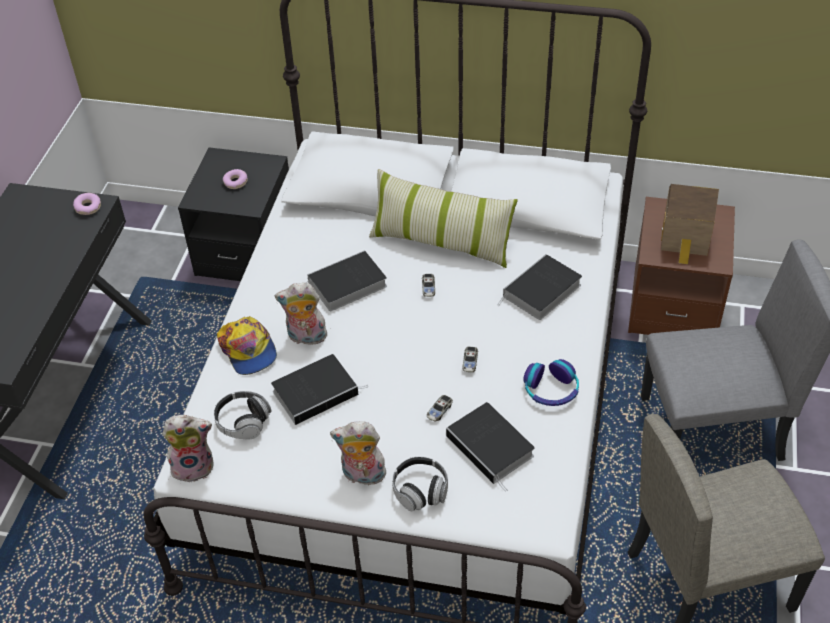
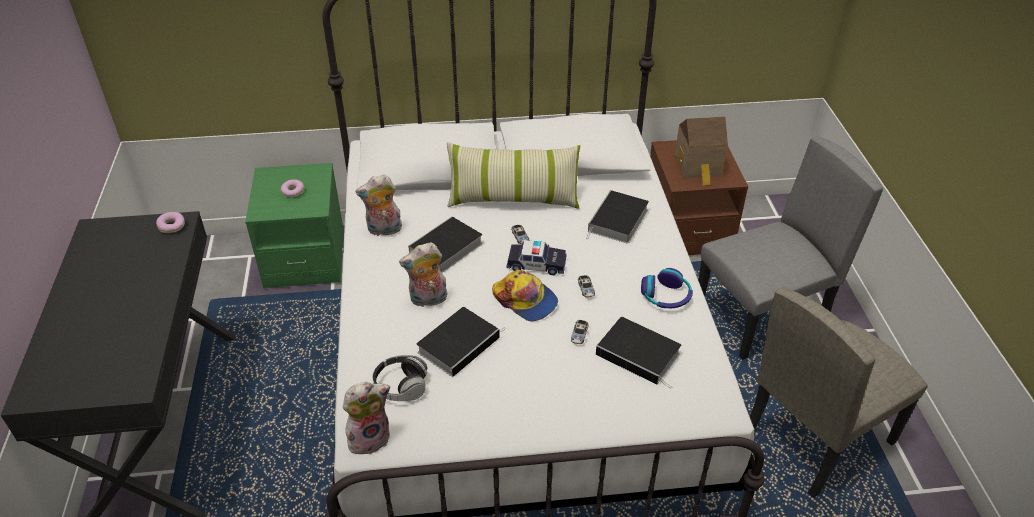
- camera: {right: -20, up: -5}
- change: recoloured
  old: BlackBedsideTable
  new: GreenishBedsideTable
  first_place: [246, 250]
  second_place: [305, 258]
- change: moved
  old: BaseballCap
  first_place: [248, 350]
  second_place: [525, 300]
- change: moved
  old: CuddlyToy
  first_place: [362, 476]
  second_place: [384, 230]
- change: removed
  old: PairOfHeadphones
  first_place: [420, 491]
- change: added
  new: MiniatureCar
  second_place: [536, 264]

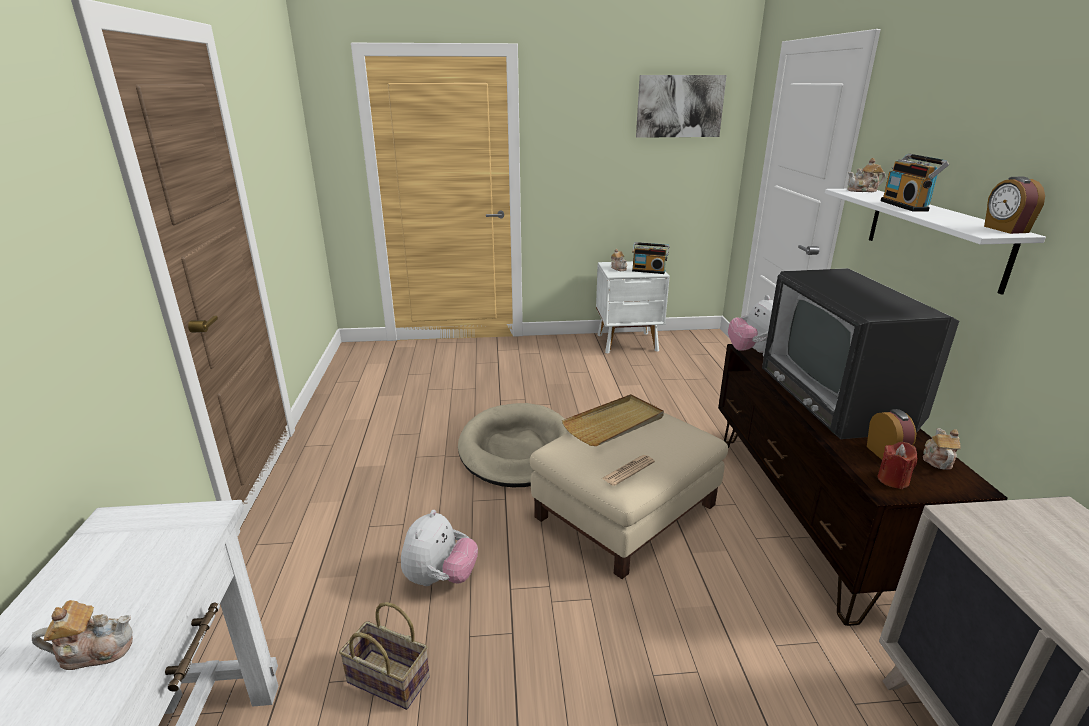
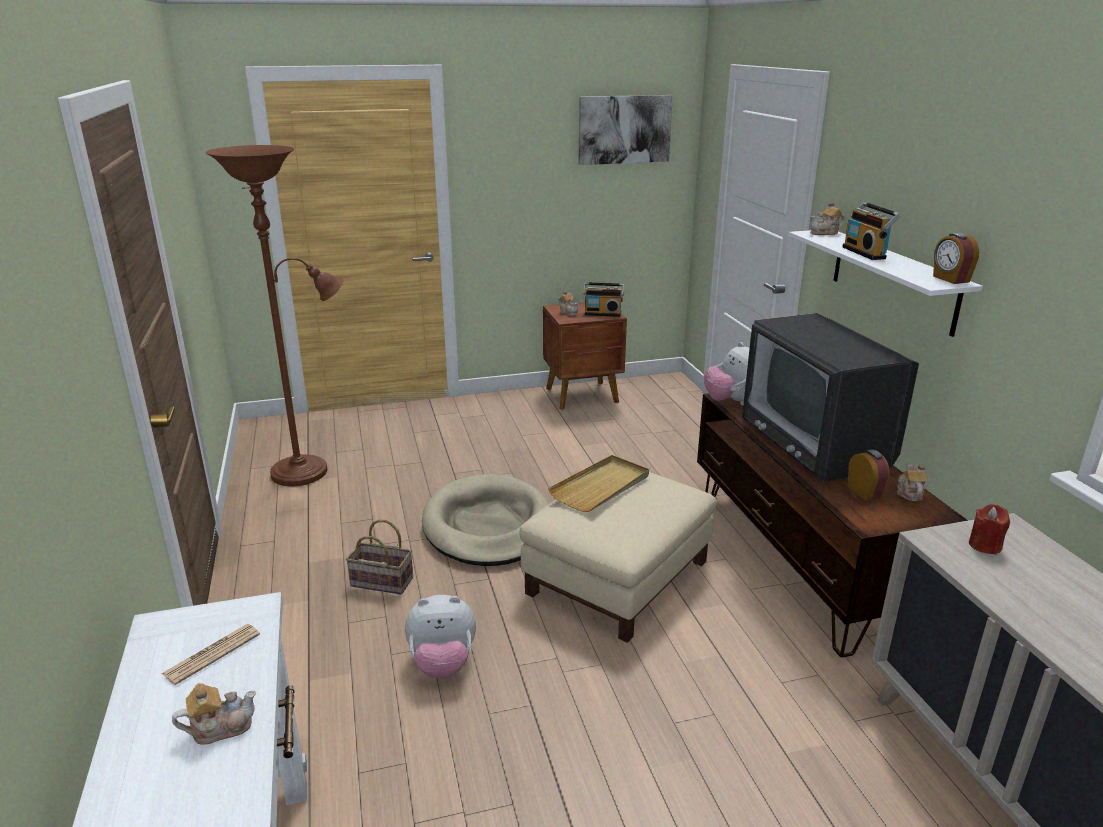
- camera: {right: -10, up: 0}
- change: recoloured
  old: WhiteBedsideTable
  new: BrownColouredBedsideTable
  first_place: [628, 343]
  second_place: [583, 396]
- change: moved
  old: RedColouredCandle
  first_place: [893, 480]
  second_place: [985, 545]
- change: moved
  old: PrintedPaper
  first_place: [628, 470]
  second_place: [212, 654]
- change: turned
  old: CuddlyToy
  first_place: [440, 578]
  second_place: [442, 664]
  degrees: 75
- change: moved
  old: HouseholdBasket
  first_place: [385, 680]
  second_place: [380, 582]
- change: added
  new: BrownColouredFloorLamp
  second_place: [307, 471]

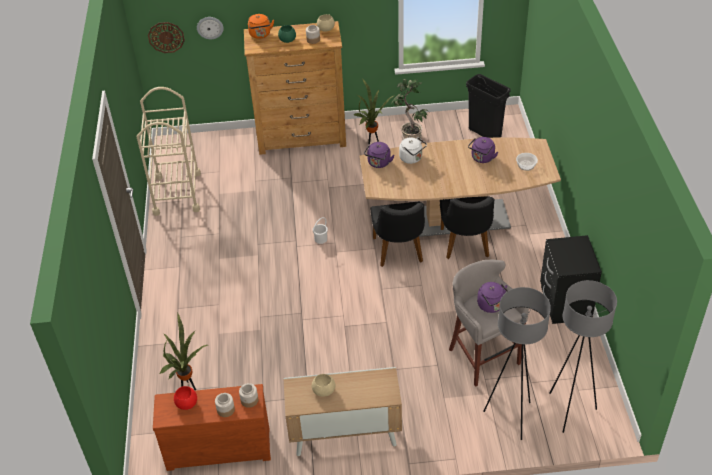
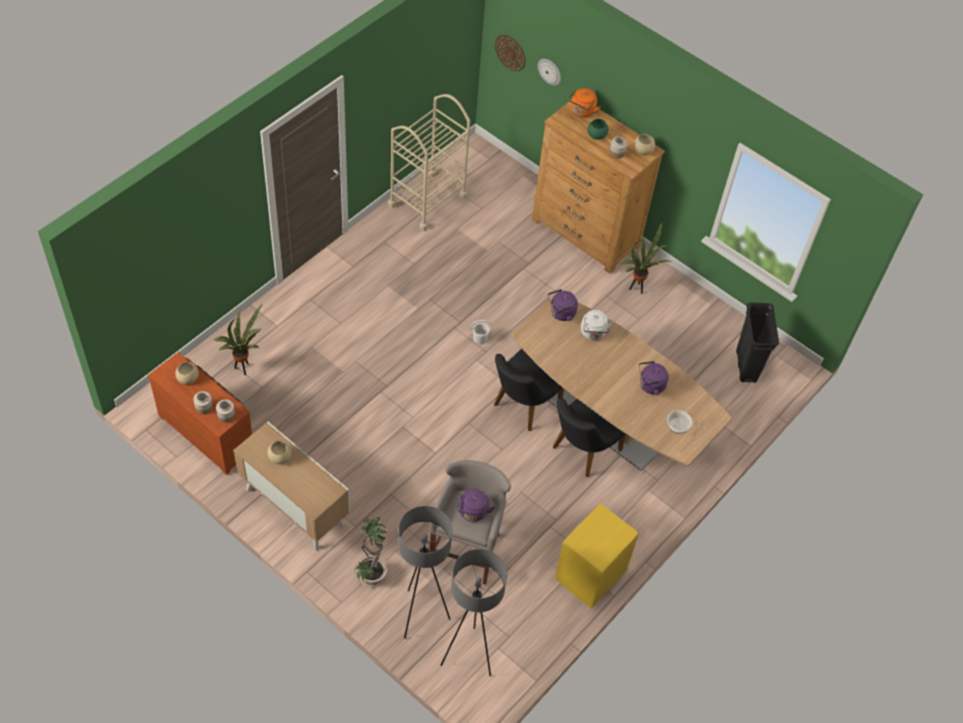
- camera: {right: 40, up: 10}
- change: moved
  old: Houseplant
  first_place: [410, 137]
  second_place: [371, 574]
- change: recoloured
  old: BlackBedsideTable
  new: YellowBedsideTable
  first_place: [564, 303]
  second_place: [590, 574]
- change: recoloured
  old: RedColouredDeepDish
  new: SandColouredDeepDish
  first_place: [186, 403]
  second_place: [187, 378]

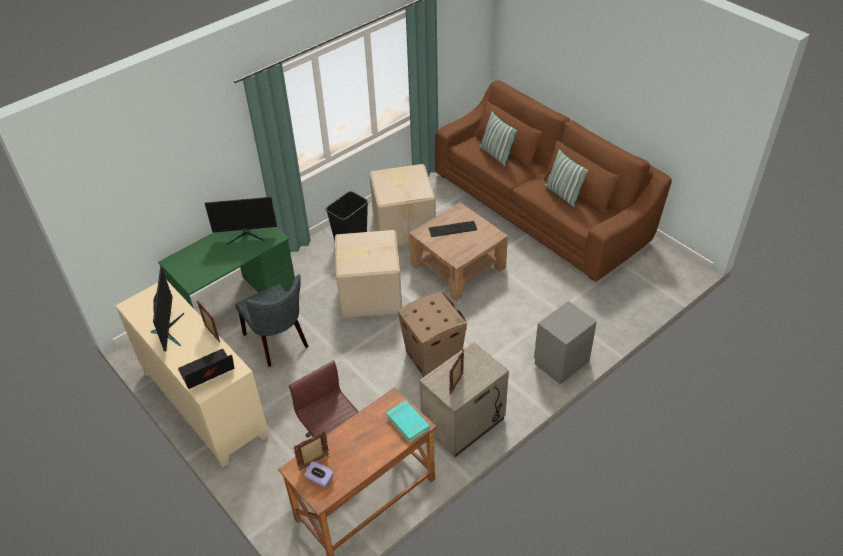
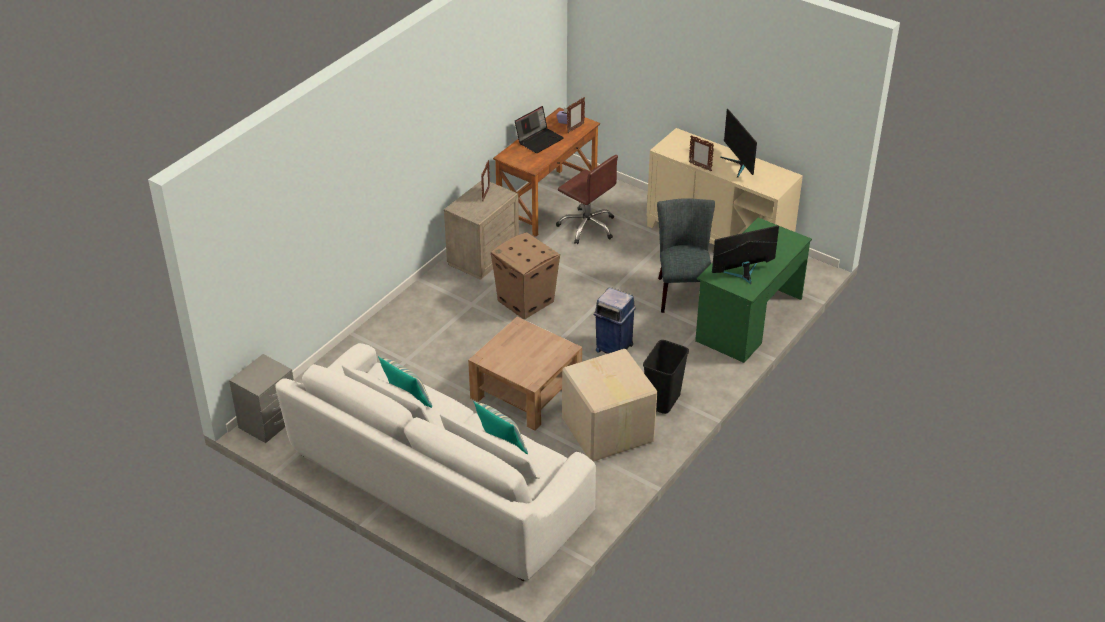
- camera: {right: 165, up: -5}
- change: recoloured
  old: BrownColouredSofa
  new: WhiteSofa
  first_place: [541, 206]
  second_place: [437, 486]
- change: removed
  old: ComputerKeyboard
  first_place: [453, 229]
- change: replaced
  old: CardboardBox
  new: BluishTrashCan
  first_place: [369, 294]
  second_place: [613, 347]
- change: turned
  old: GreyPlainChair
  first_place: [278, 342]
  second_place: [682, 291]
  degrees: 45
- change: moved
  old: GreyBedsideTable
  first_place: [561, 362]
  second_place: [268, 422]
- change: moved
  old: Laptop
  first_place: [207, 373]
  second_place: [539, 139]
- change: removed
  old: BlueGreenBook
  first_place: [408, 423]

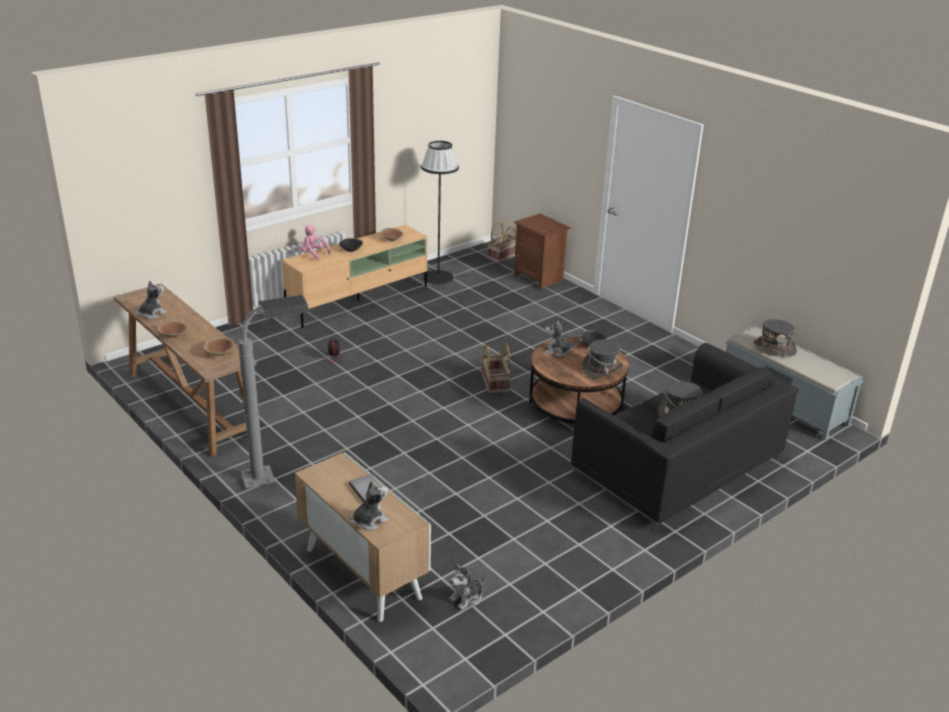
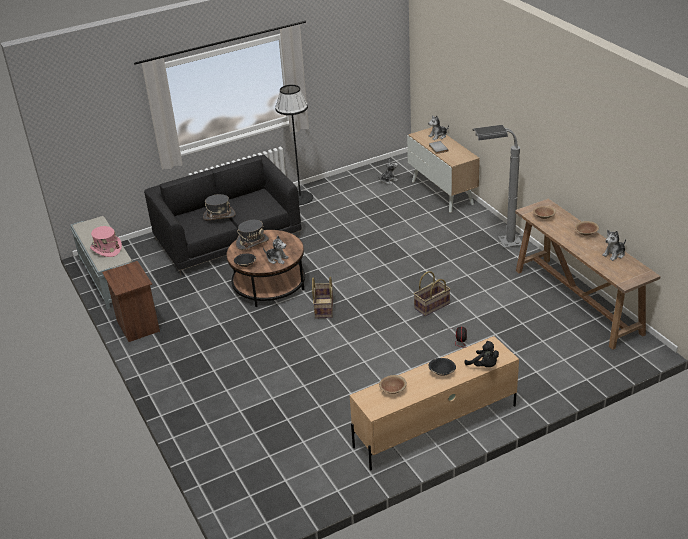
- camera: {right: -165, up: 5}
- change: moved
  old: BlackFloorLamp
  first_place: [438, 277]
  second_place: [300, 198]
- change: moved
  old: BrownColouredBedsideTable
  first_place: [539, 278]
  second_place: [137, 326]
- change: moved
  old: HouseholdBasket
  first_place: [502, 256]
  second_place: [432, 306]
- change: recoloured
  old: PinkishCuddlyToy
  new: BlackCuddlyToy
  first_place: [313, 254]
  second_place: [484, 365]
- change: recoloured
  old: GreyClothingHat
  new: PinkishClothingHat
  first_place: [774, 348]
  second_place: [106, 249]

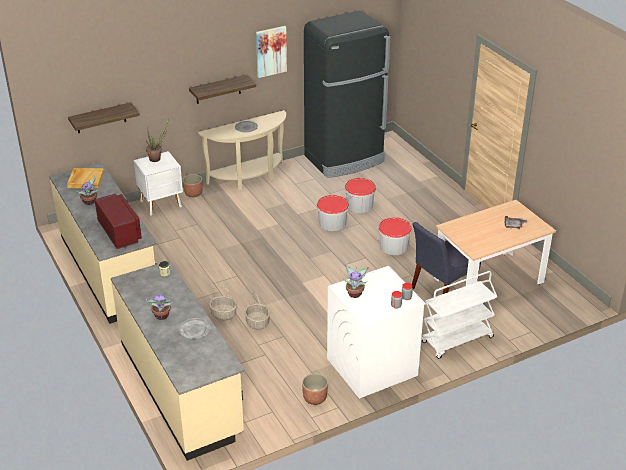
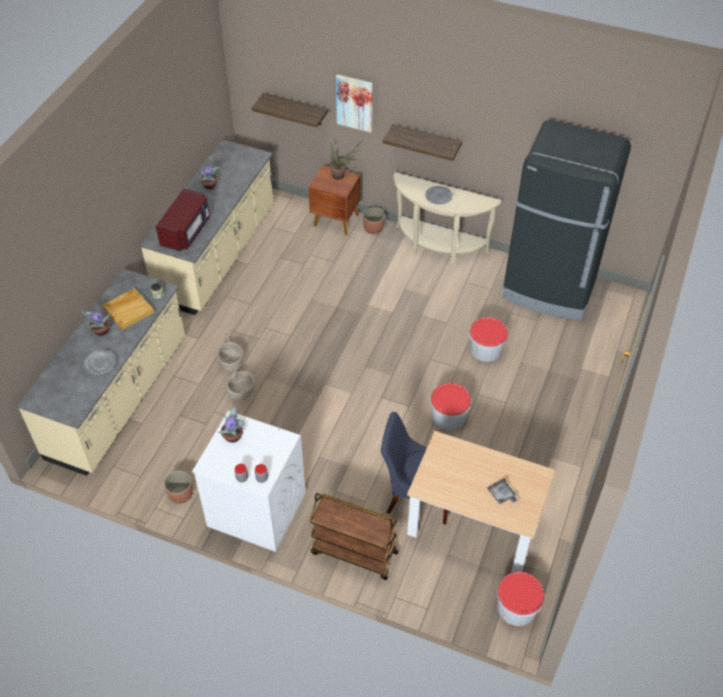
- camera: {right: 50, up: 15}
- change: moved
  old: Picture
  first_place: [271, 51]
  second_place: [355, 103]
- change: recoloured
  old: WhiteBedsideTable
  new: BrownColouredBedsideTable
  first_place: [161, 204]
  second_place: [336, 221]
- change: moved
  old: SandColouredTray
  first_place: [85, 179]
  second_place: [128, 310]
- change: moved
  old: Bucket
  first_place: [332, 223]
  second_place: [516, 607]
- change: recoloured
  old: WhiteTrolley
  new: BrownColouredTrolley
  first_place: [457, 340]
  second_place: [353, 553]

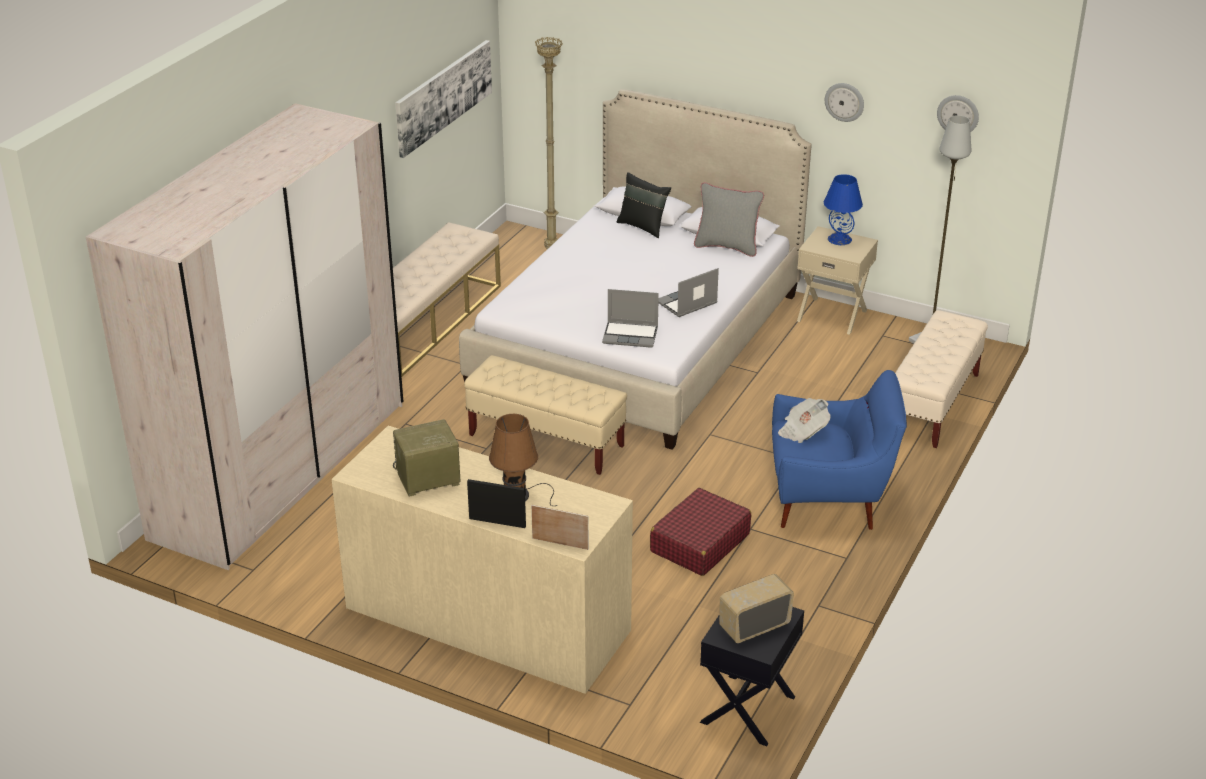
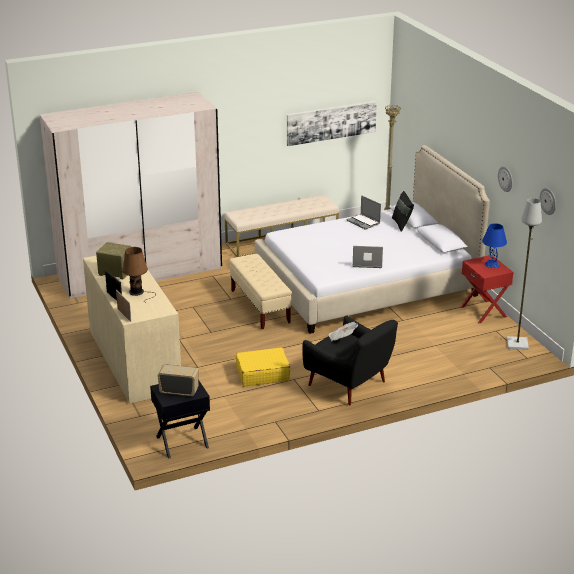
- camera: {right: 40, up: -5}
- change: removed
  old: GreyThrowPillow
  first_place: [727, 247]
- change: recoloured
  old: SandColouredBedsideTable
  new: RedColouredBedsideTable
  first_place: [832, 315]
  second_place: [484, 311]
- change: moved
  old: Laptop
  first_place: [631, 335]
  second_place: [364, 222]
- change: removed
  old: SandColouredBench
  first_place: [932, 404]
- change: recoloured
  old: BluishEasyChair
  new: BlackEasyChair
  first_place: [830, 500]
  second_place: [350, 385]
- change: recoloured
  old: RedColouredTravelCase
  new: YellowTravelCase
  first_place: [699, 543]
  second_place: [262, 374]

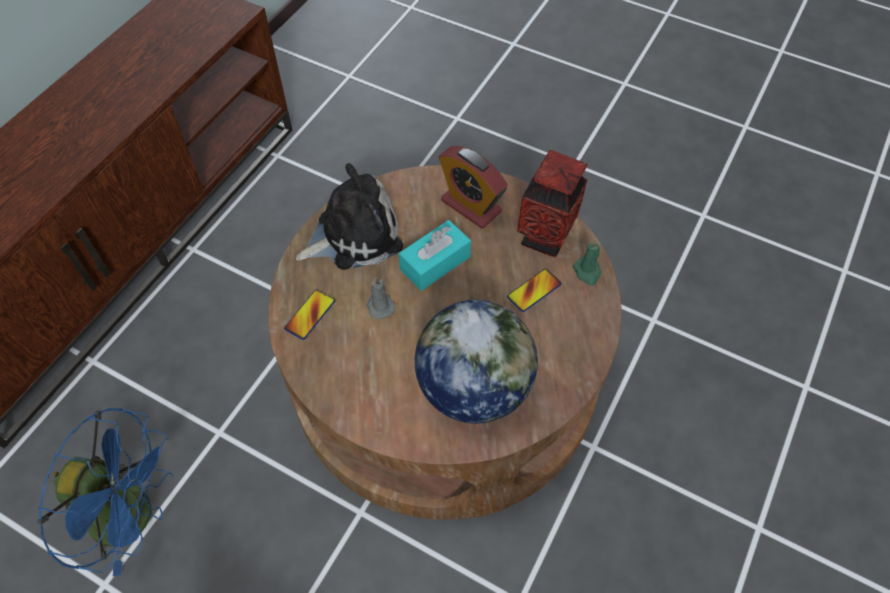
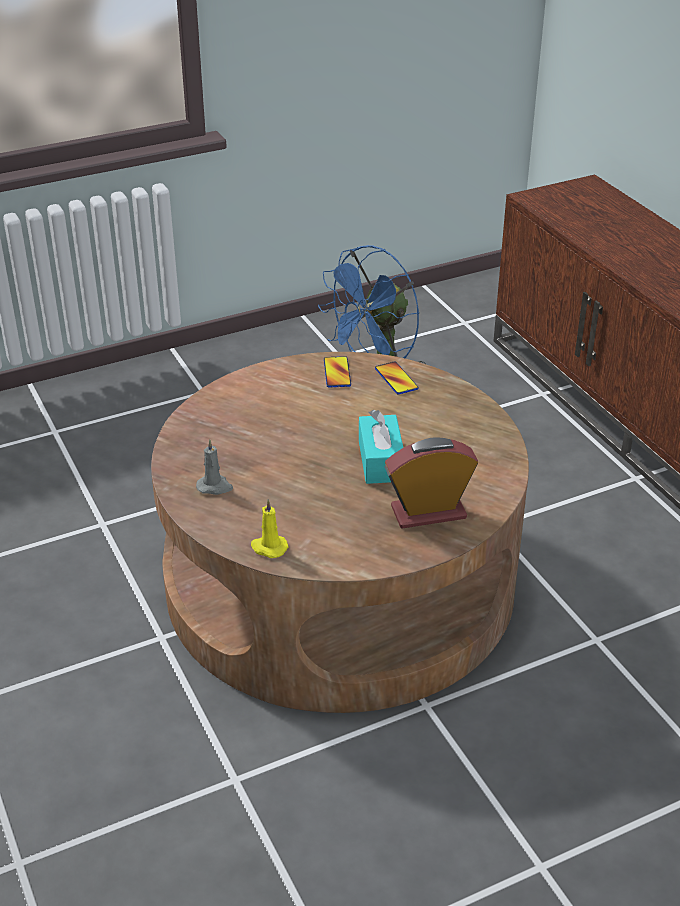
- camera: {right: 125, up: -20}
- change: removed
  old: DecorativeVase
  first_place: [545, 238]
- change: removed
  old: CuddlyToy
  first_place: [354, 234]
- change: recoloured
  old: GreenishCandle
  new: YellowCandle
  first_place: [587, 272]
  second_place: [268, 547]
- change: moved
  old: Telephone
  first_place: [534, 291]
  second_place: [337, 373]
- change: moved
  old: GreyCandle
  first_place: [380, 305]
  second_place: [215, 487]
- change: removed
  old: WorldGlobe
  first_place: [473, 388]

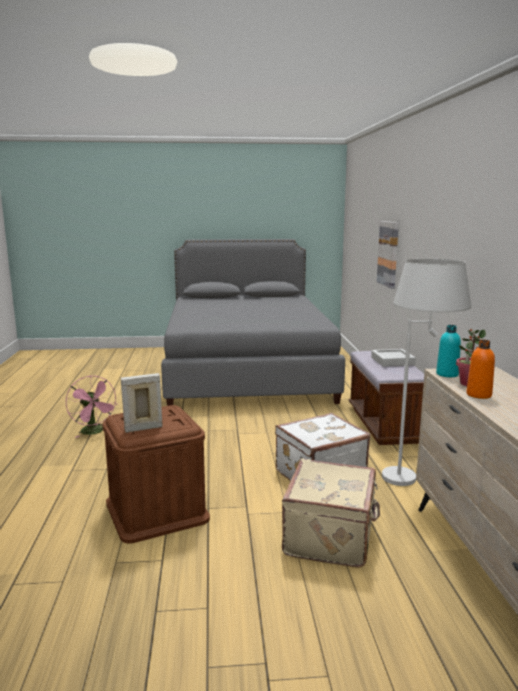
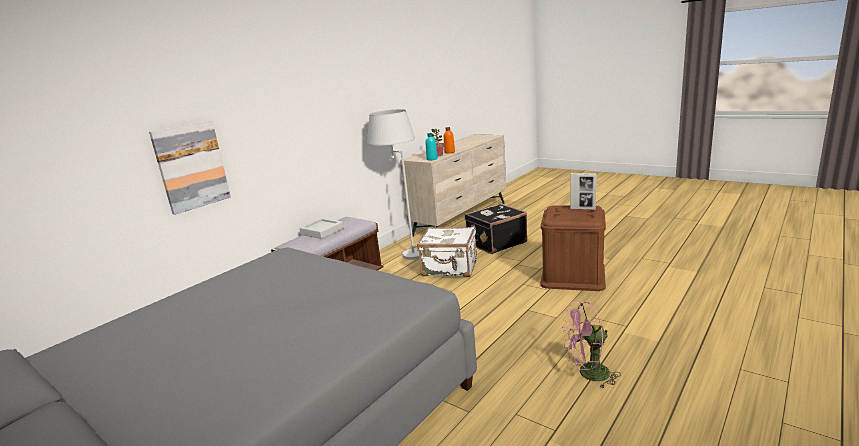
- camera: {right: -135, up: 5}
- change: turned
  old: PinkishFan
  first_place: [94, 432]
  second_place: [588, 374]
  degrees: -105
- change: recoloured
  old: SandColouredTravelCase
  new: BlackTravelCase
  first_place: [331, 537]
  second_place: [495, 243]

